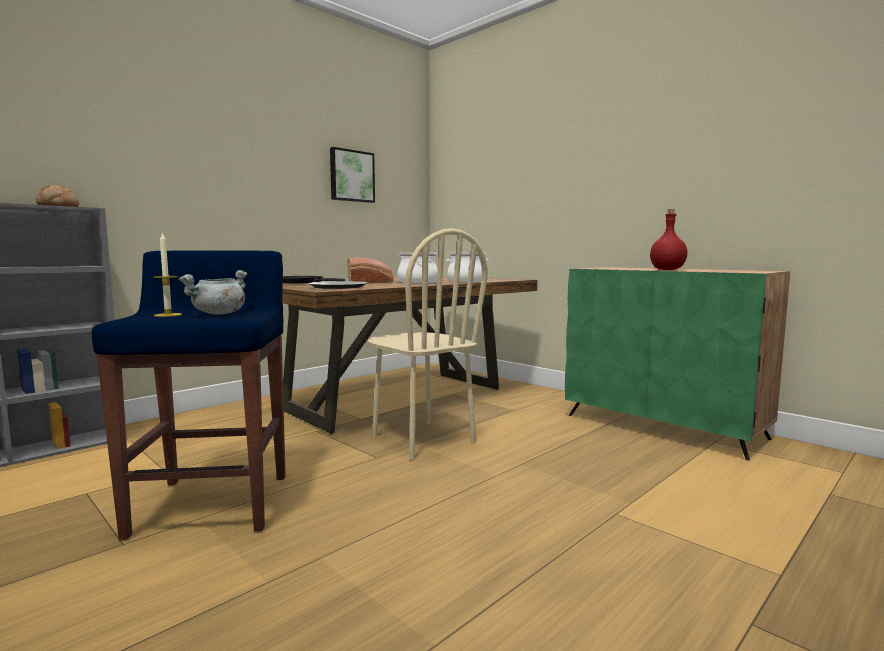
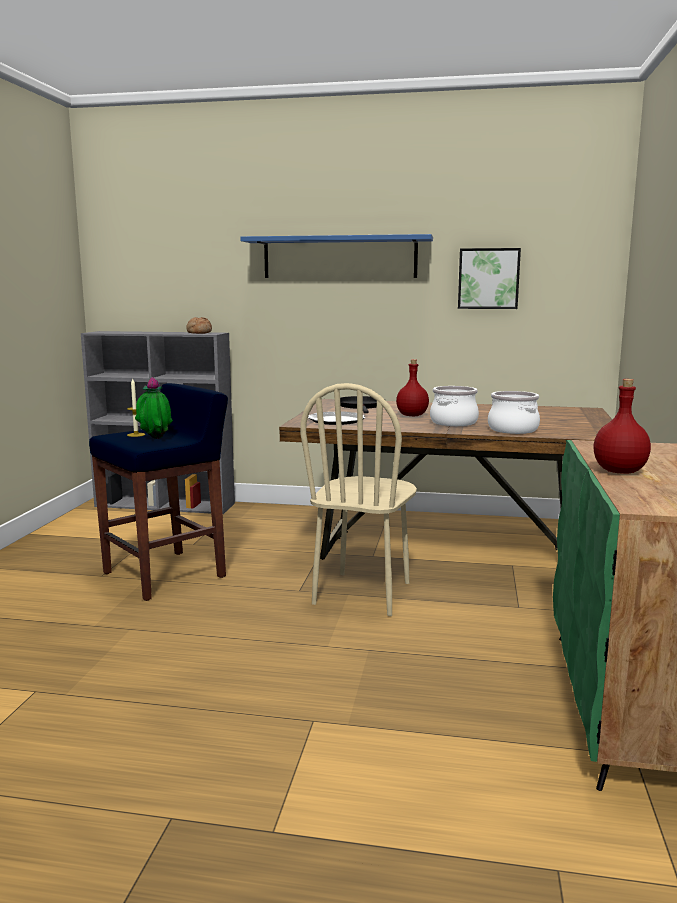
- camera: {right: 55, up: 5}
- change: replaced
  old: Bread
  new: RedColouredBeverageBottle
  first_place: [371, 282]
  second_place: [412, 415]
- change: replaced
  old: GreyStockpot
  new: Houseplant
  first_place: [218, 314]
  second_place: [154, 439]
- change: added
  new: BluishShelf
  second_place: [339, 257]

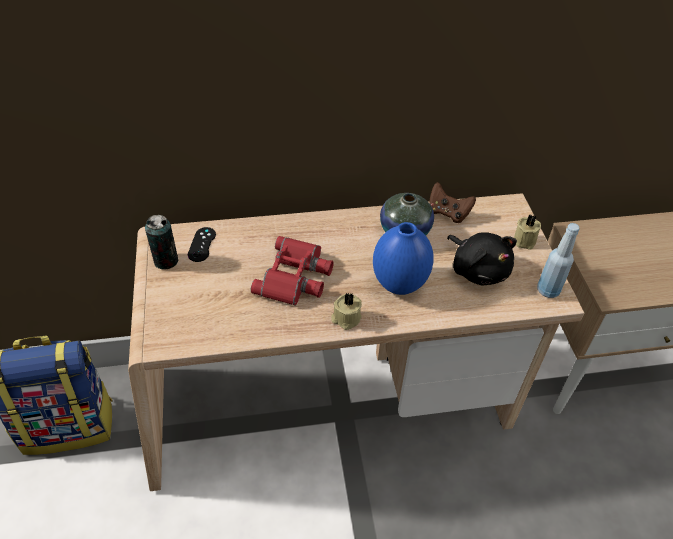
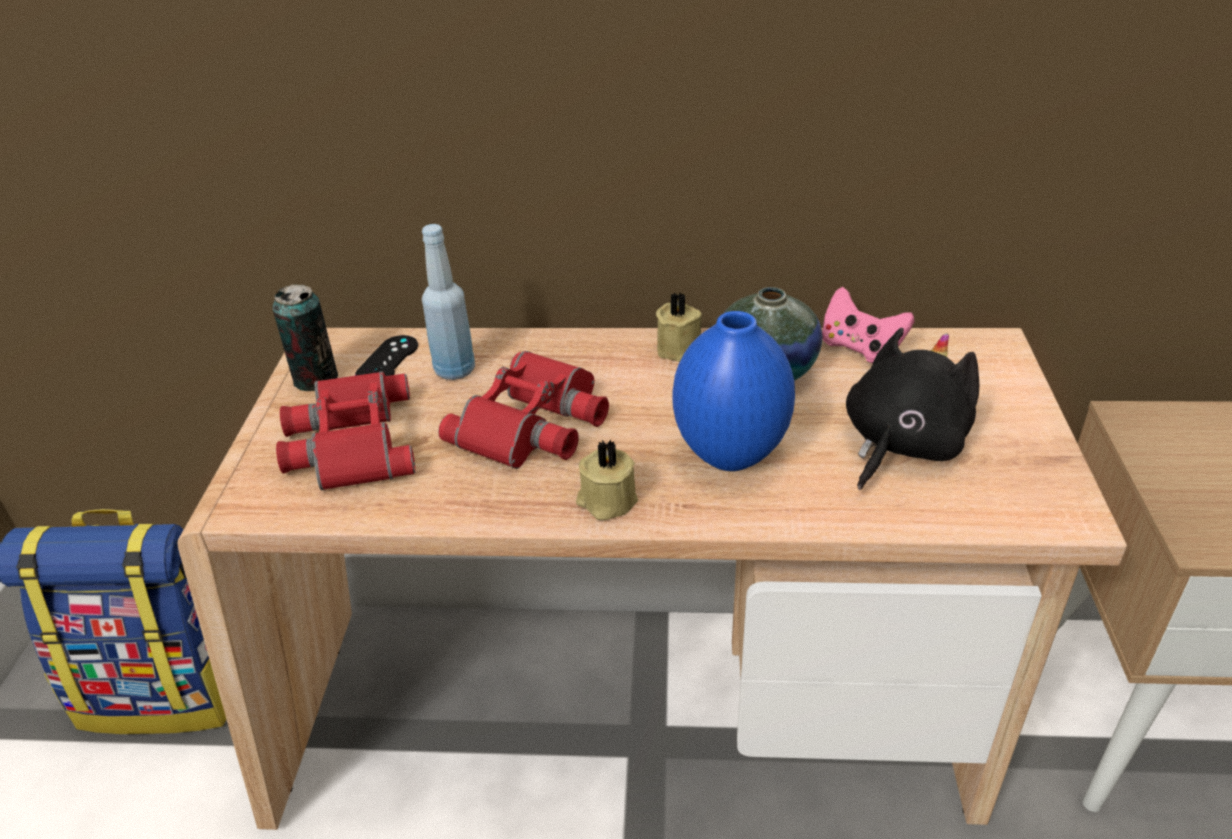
- camera: {right: 15, up: -10}
- change: recoloured
  old: BrownColouredGamepad
  new: PinkishGamepad
  first_place: [448, 213]
  second_place: [860, 348]
- change: moved
  old: SandColouredCandle
  first_place: [525, 240]
  second_place: [680, 348]
- change: moved
  old: BluishBeverageBottle
  first_place: [548, 290]
  second_place: [455, 370]
- change: turned
  old: BlackCuddlyToy
  first_place: [478, 269]
  second_place: [900, 444]
  degrees: -120
- change: added
  new: RedColouredPairOfBinoculars
  second_place: [348, 442]

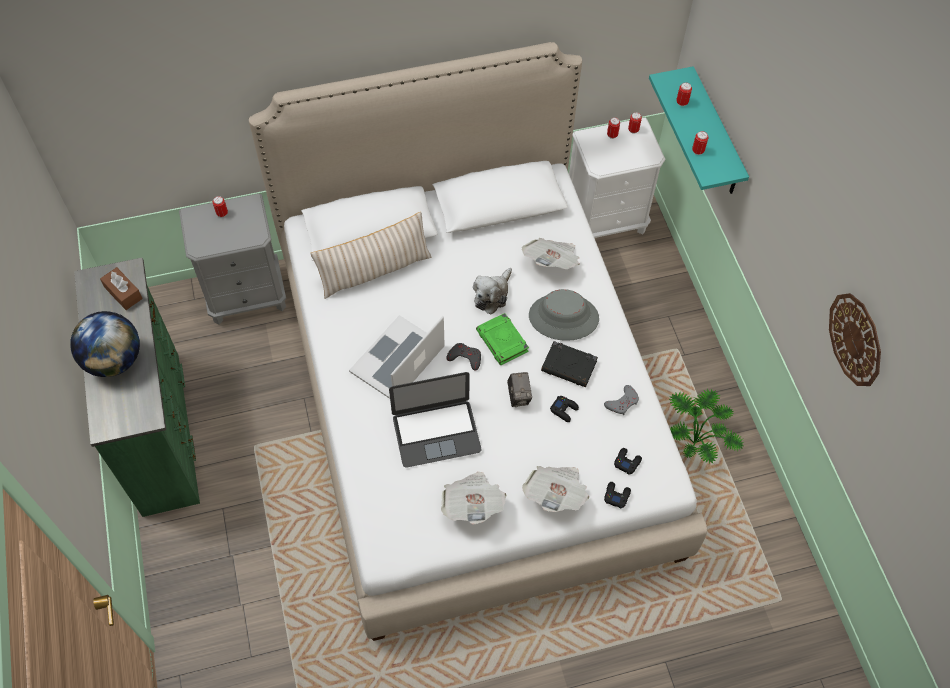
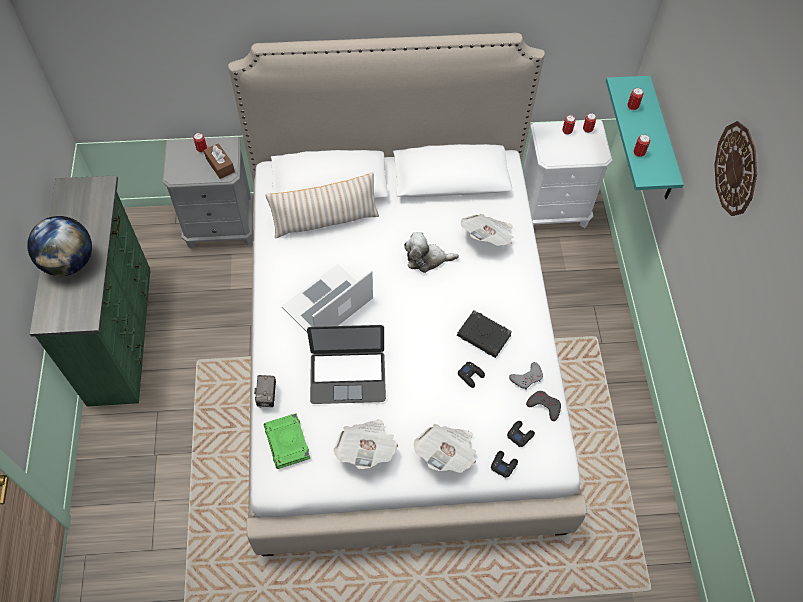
- camera: {right: 10, up: 0}
- change: moved
  old: BrownColouredTissueHolder
  first_place: [123, 293]
  second_place: [220, 165]
- change: turned
  old: CuddlyToy
  first_place: [492, 295]
  second_place: [427, 259]
  degrees: 45
- change: removed
  old: GreyClothingHat
  first_place: [563, 317]
- change: moved
  old: ClockOnTheWall
  first_place: [855, 339]
  second_place: [736, 169]
- change: moved
  old: GreenishBook
  first_place: [502, 341]
  second_place: [287, 443]
- change: moved
  old: GreyGamepad
  first_place: [465, 357]
  second_place: [544, 406]
- change: moved
  old: StillCamera
  first_place: [519, 396]
  second_place: [267, 397]
- change: removed
  old: Houseplant
  first_place: [697, 439]

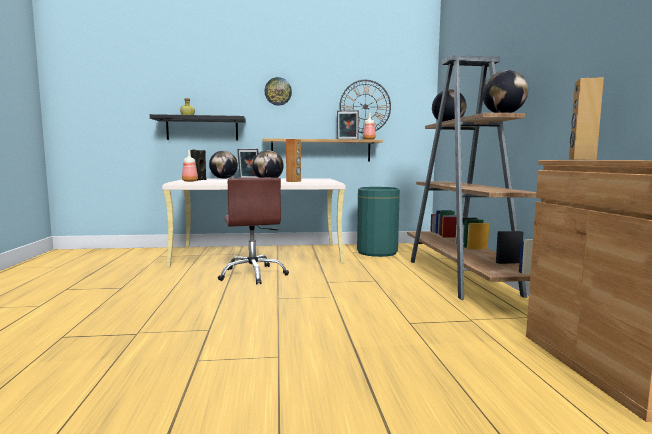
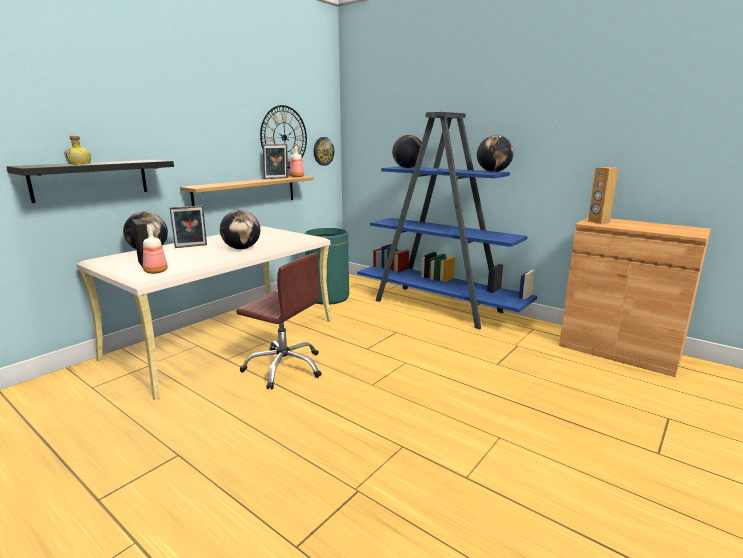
- camera: {right: -45, up: 10}
- change: recoloured
  old: BrownColouredBookcase
  new: BluishBookcase
  first_place: [461, 277]
  second_place: [439, 307]
- change: moved
  old: ClockOnTheWall
  first_place: [278, 91]
  second_place: [323, 151]
- change: removed
  old: BrownColouredAudioSpeaker
  first_place: [293, 181]

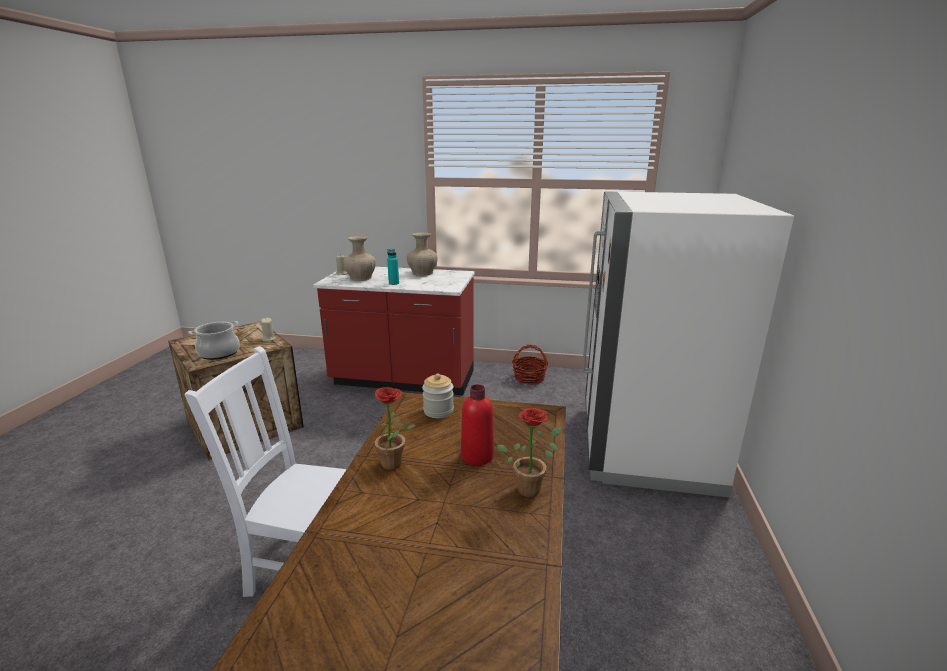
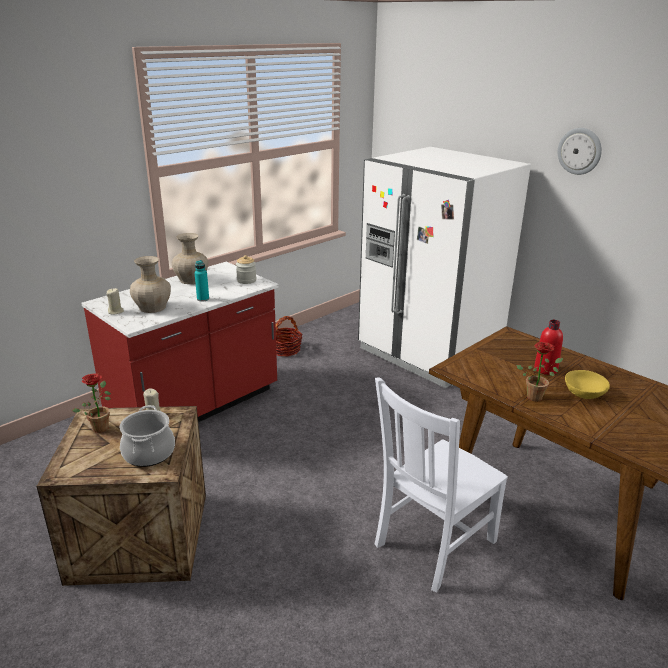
- camera: {right: -55, up: 5}
- change: moved
  old: Jar
  first_place: [438, 411]
  second_place: [246, 280]
- change: moved
  old: Houseplant
  first_place: [531, 487]
  second_place: [101, 426]
- change: added
  new: ClockOnTheWall
  second_place: [579, 151]
- change: added
  new: YellowDeepDish
  second_place: [584, 394]

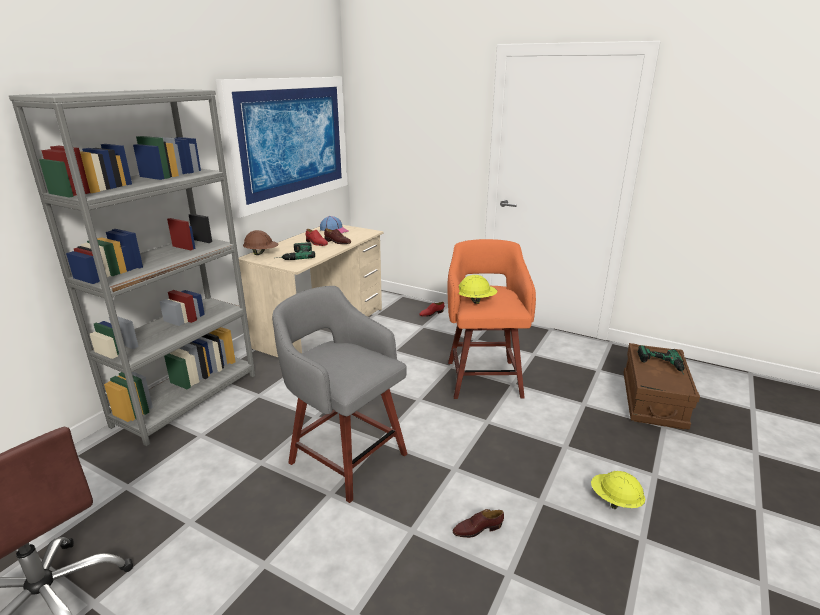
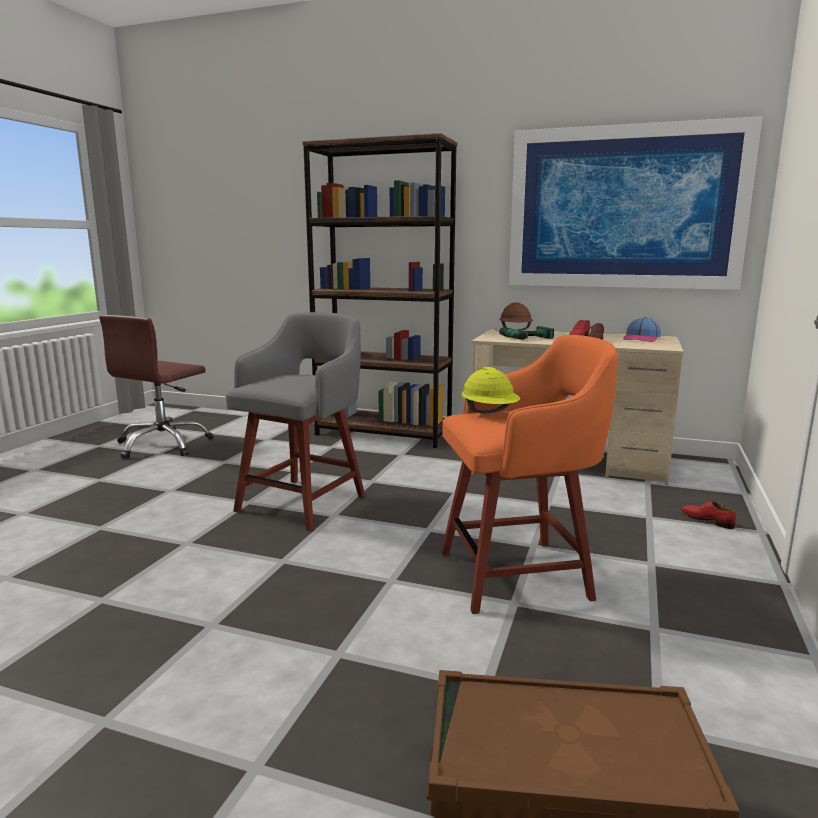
- camera: {right: 80, up: -10}
- change: recoloured
  old: GreyBookcase
  new: BrownColouredBookcase
  first_place: [188, 399]
  second_place: [383, 434]
- change: removed
  old: Drill
  first_place: [661, 365]
- change: removed
  old: YellowWorkHelmet
  first_place: [615, 501]
- change: removed
  old: BrownColouredShoe
  first_place: [477, 529]

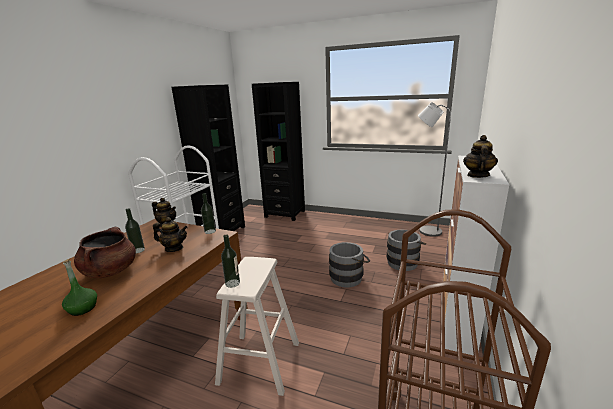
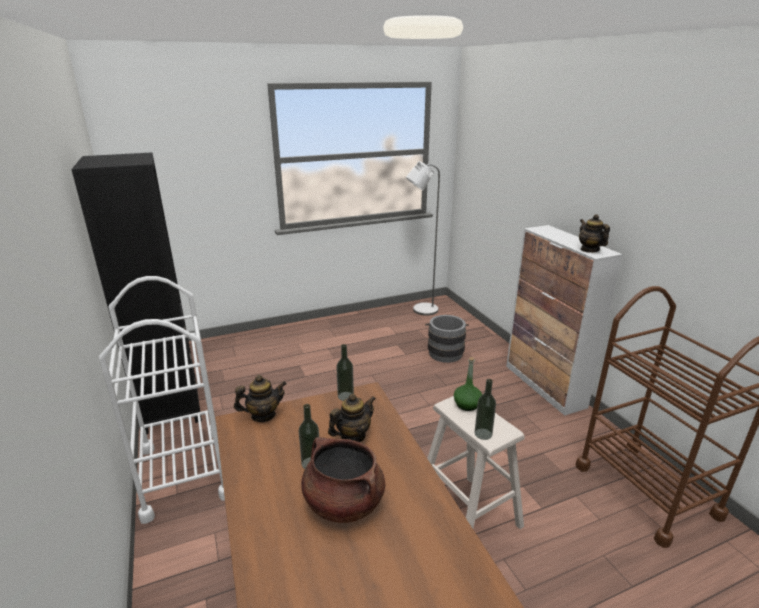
- camera: {right: -45, up: 5}
- change: removed
  old: BlackBookcase
  first_place: [285, 214]
- change: removed
  old: GreyBucket
  first_place: [349, 277]
- change: moved
  old: GreenishBeverageBottle
  first_place: [82, 308]
  second_place: [467, 404]

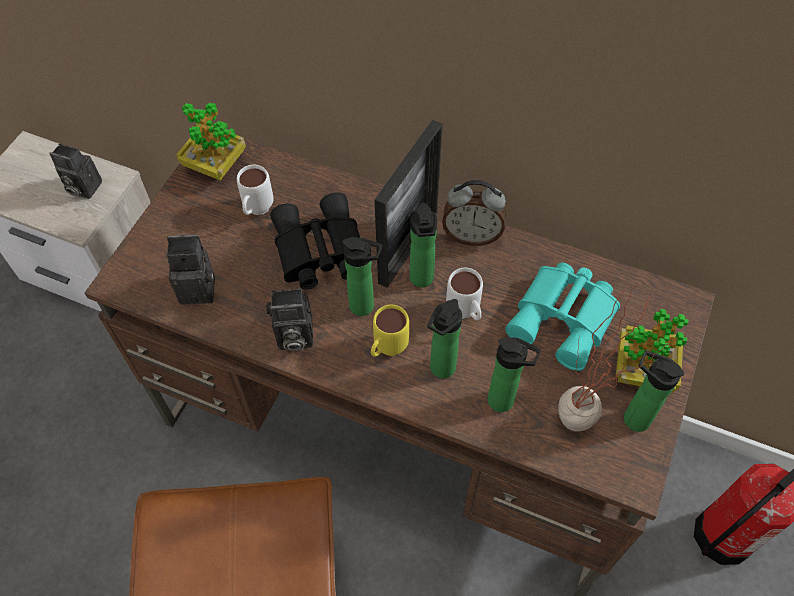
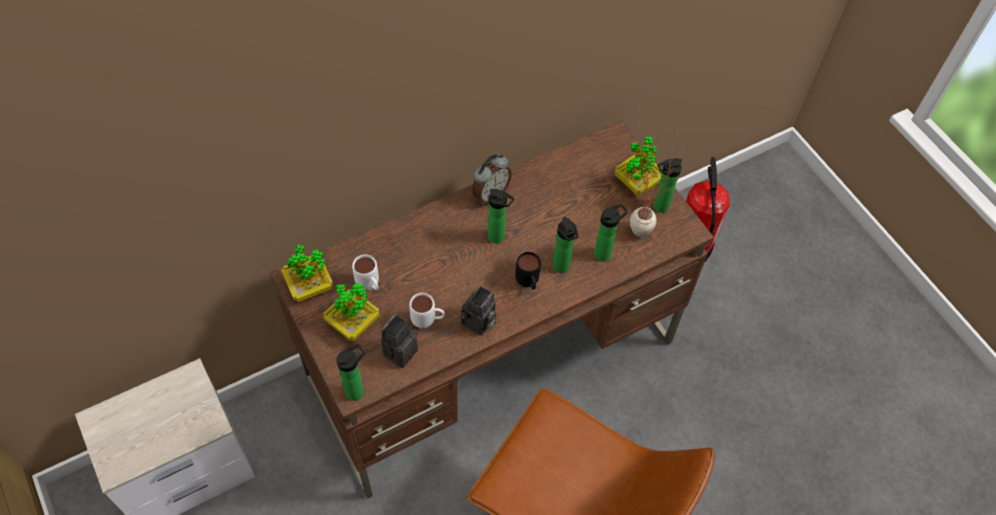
- camera: {right: -55, up: 0}
- change: removed
  old: PhotoFrame
  first_place: [408, 247]
- change: removed
  old: StillCamera
  first_place: [82, 188]
- change: removed
  old: BlackPairOfBinoculars
  first_place: [318, 251]
- change: moved
  old: BeverageBottle
  first_place: [365, 307]
  second_place: [357, 390]
- change: removed
  old: BlueGreenPairOfBinoculars
  first_place: [565, 319]
- change: moved
  old: WhiteCoffeeMug
  first_place: [465, 314]
  second_place: [428, 322]
- change: recoloured
  old: YellowCoffeeMug
  new: BlackCoffeeMug
  first_place: [387, 350]
  second_place: [528, 284]
- change: added
  new: Houseplant
  second_place: [353, 323]

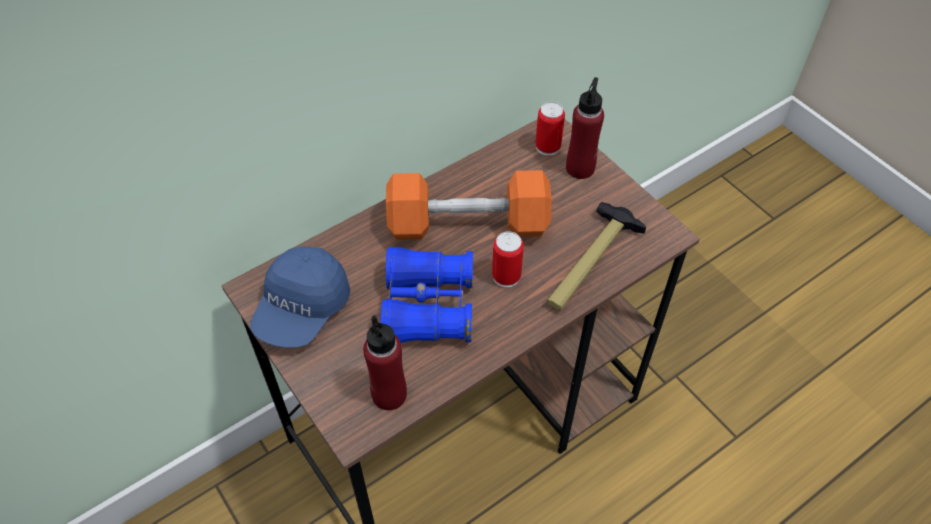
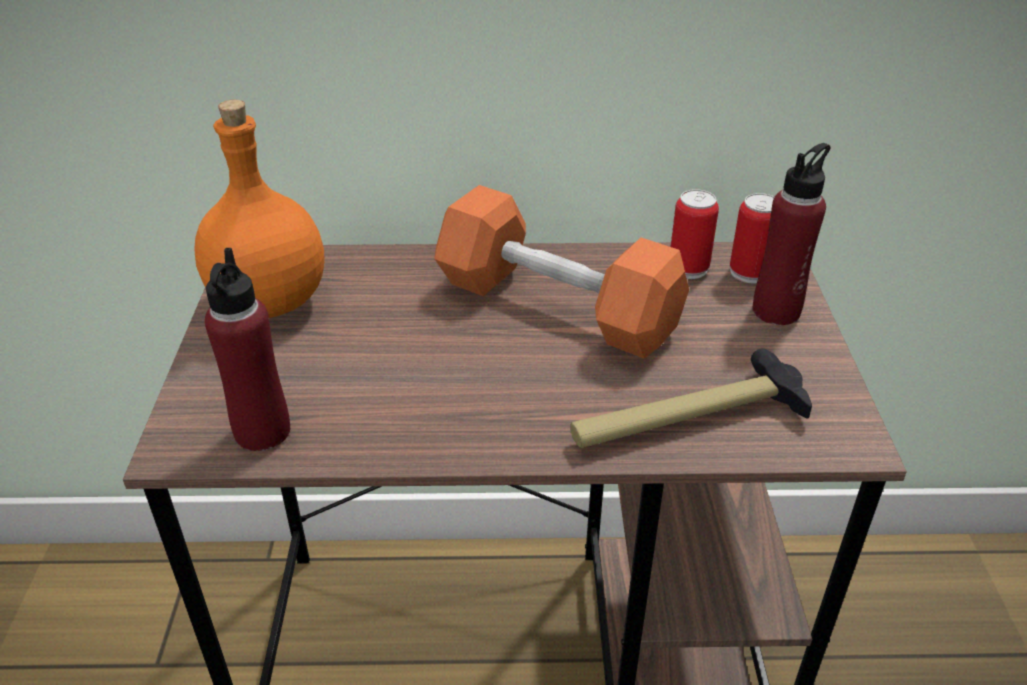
- camera: {right: 35, up: -15}
- change: moved
  old: Can
  first_place: [506, 276]
  second_place: [688, 268]
- change: replaced
  old: BluishBaseballCap
  new: OrangeBeverageBottle
  first_place: [302, 309]
  second_place: [272, 301]
- change: removed
  old: BluishPairOfBinoculars
  first_place: [428, 307]

